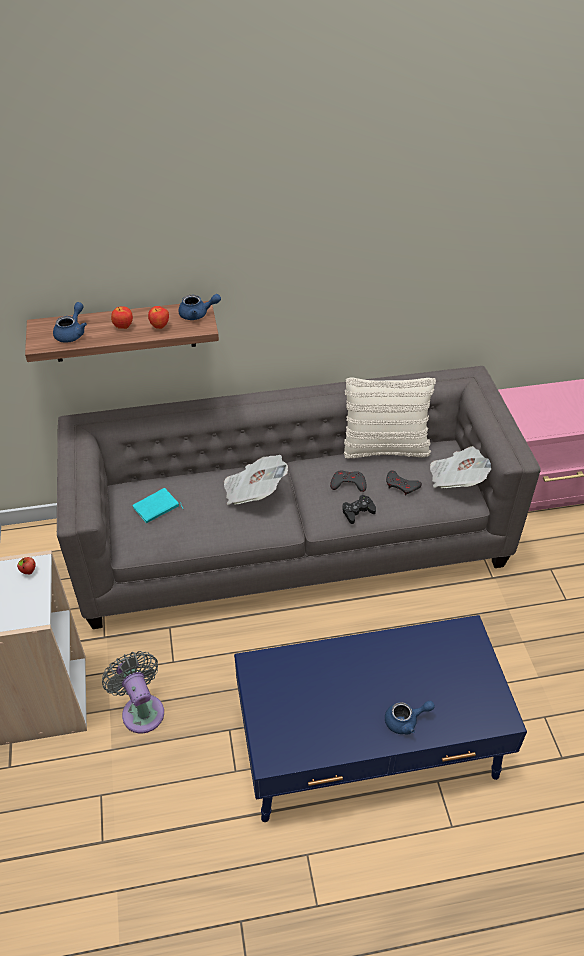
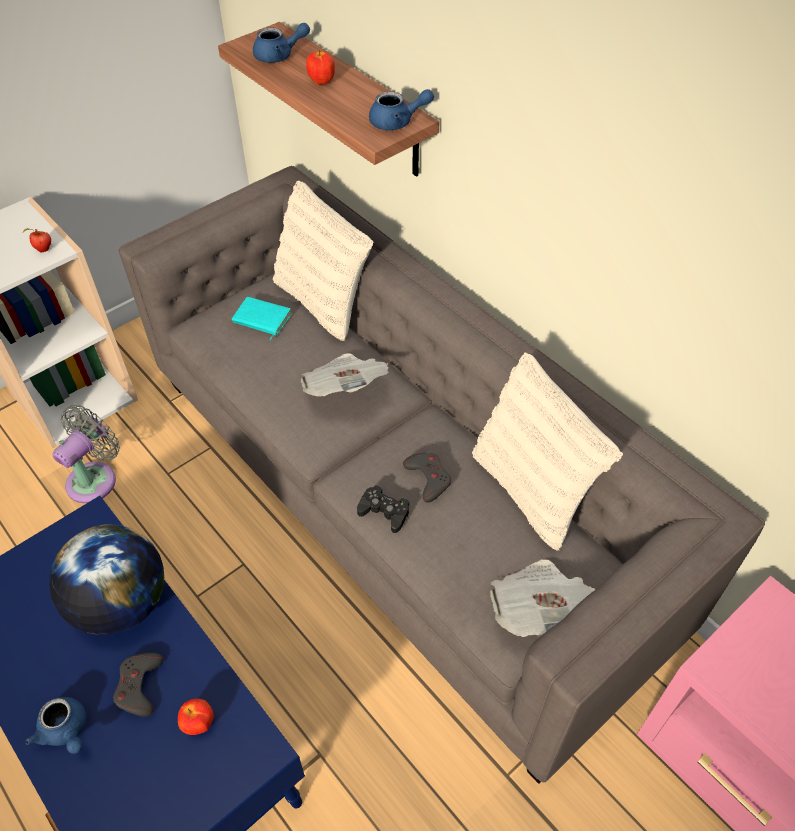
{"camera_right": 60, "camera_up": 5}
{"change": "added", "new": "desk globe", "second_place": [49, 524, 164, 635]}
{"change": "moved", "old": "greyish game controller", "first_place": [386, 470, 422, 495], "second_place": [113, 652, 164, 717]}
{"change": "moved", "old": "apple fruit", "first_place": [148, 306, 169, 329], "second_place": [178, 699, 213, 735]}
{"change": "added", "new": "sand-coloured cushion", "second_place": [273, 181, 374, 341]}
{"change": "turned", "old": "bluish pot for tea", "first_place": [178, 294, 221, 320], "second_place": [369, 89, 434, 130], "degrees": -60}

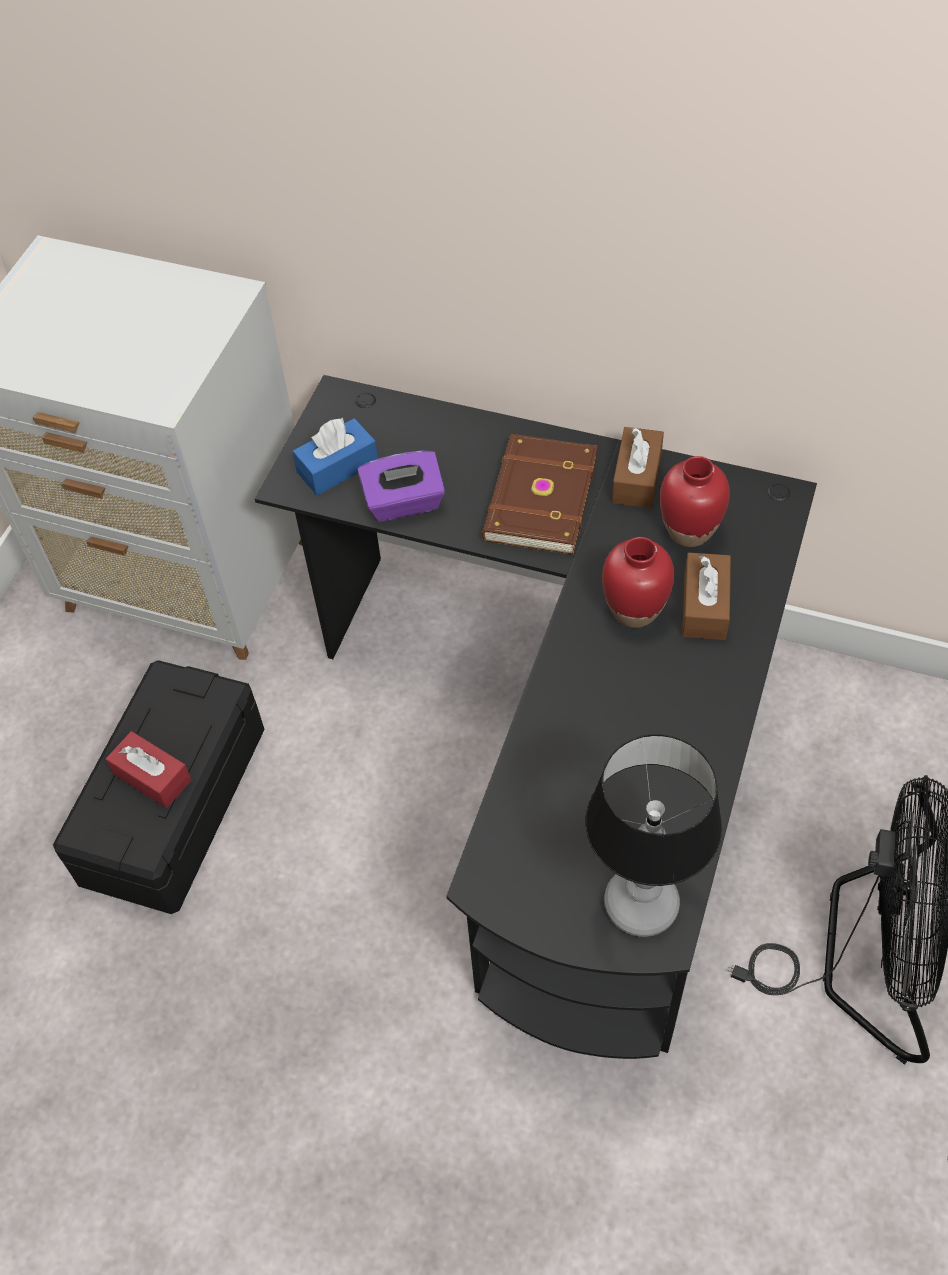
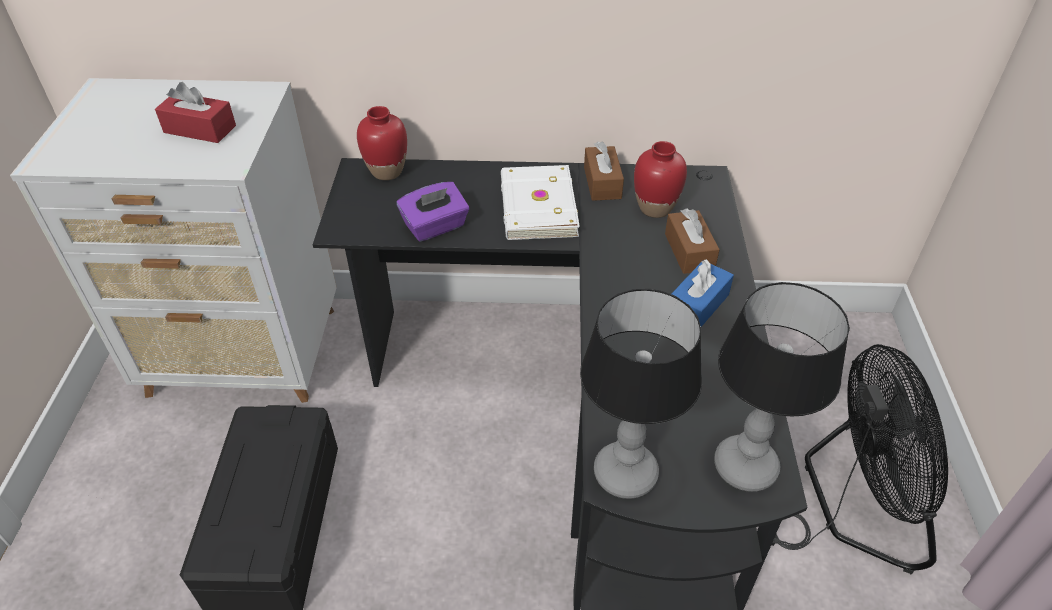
{"camera_right": -20, "camera_up": -10}
{"change": "moved", "old": "reddish box of tissues", "first_place": [106, 731, 192, 808], "second_place": [155, 82, 236, 143]}
{"change": "moved", "old": "reddish vase", "first_place": [602, 537, 674, 628], "second_place": [357, 106, 407, 180]}
{"change": "recoloured", "old": "brown book", "new": "whitish book", "first_place": [482, 434, 597, 555], "second_place": [501, 165, 580, 240]}
{"change": "added", "new": "table lamp", "second_place": [580, 289, 702, 499]}
{"change": "moved", "old": "bluish box of tissues", "first_place": [292, 417, 378, 495], "second_place": [672, 259, 734, 327]}

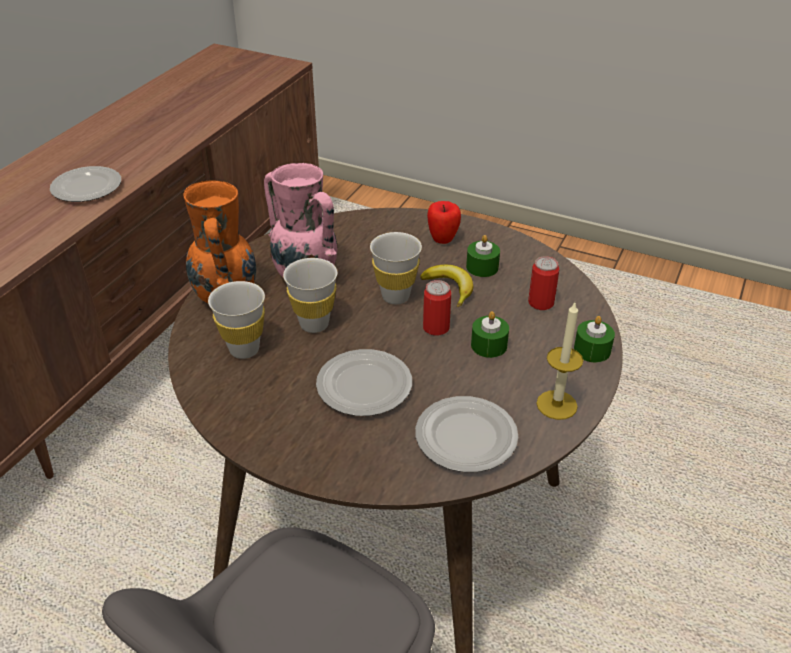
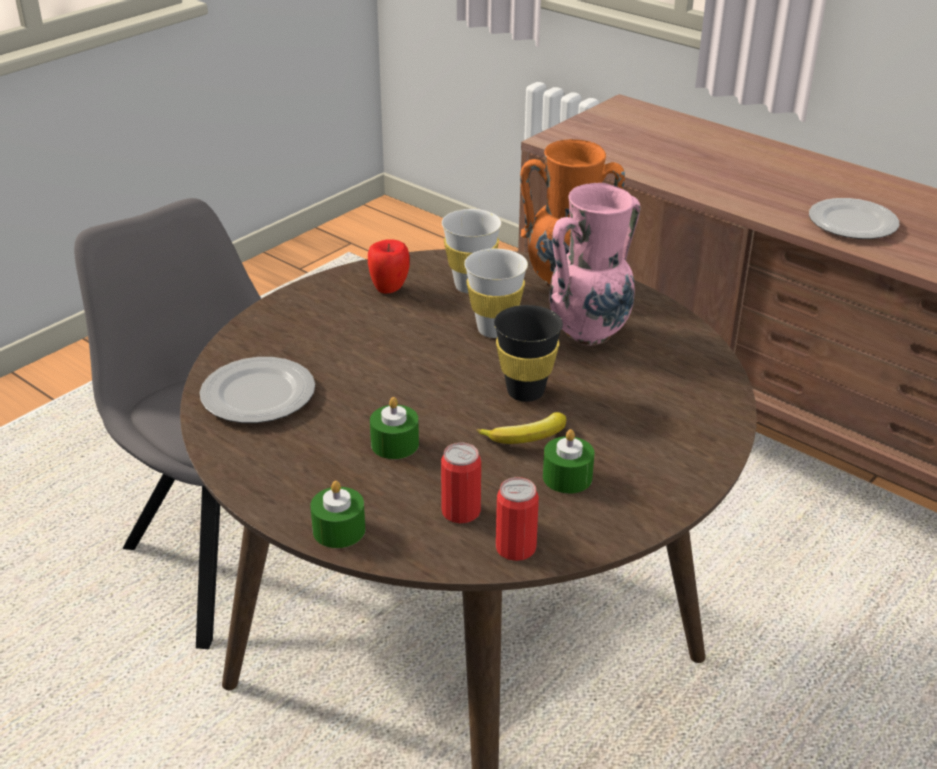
{"camera_right": 105, "camera_up": -5}
{"change": "moved", "old": "apple fruit", "first_place": [427, 201, 461, 244], "second_place": [368, 239, 410, 294]}
{"change": "recoloured", "old": "whitish small cup", "new": "black-coloured small cup", "first_place": [370, 232, 422, 304], "second_place": [494, 305, 563, 402]}
{"change": "moved", "old": "sealed can", "first_place": [423, 280, 451, 336], "second_place": [496, 477, 539, 561]}
{"change": "removed", "old": "dinner plate", "first_place": [316, 349, 412, 416]}
{"change": "removed", "old": "wax light", "first_place": [536, 303, 583, 420]}

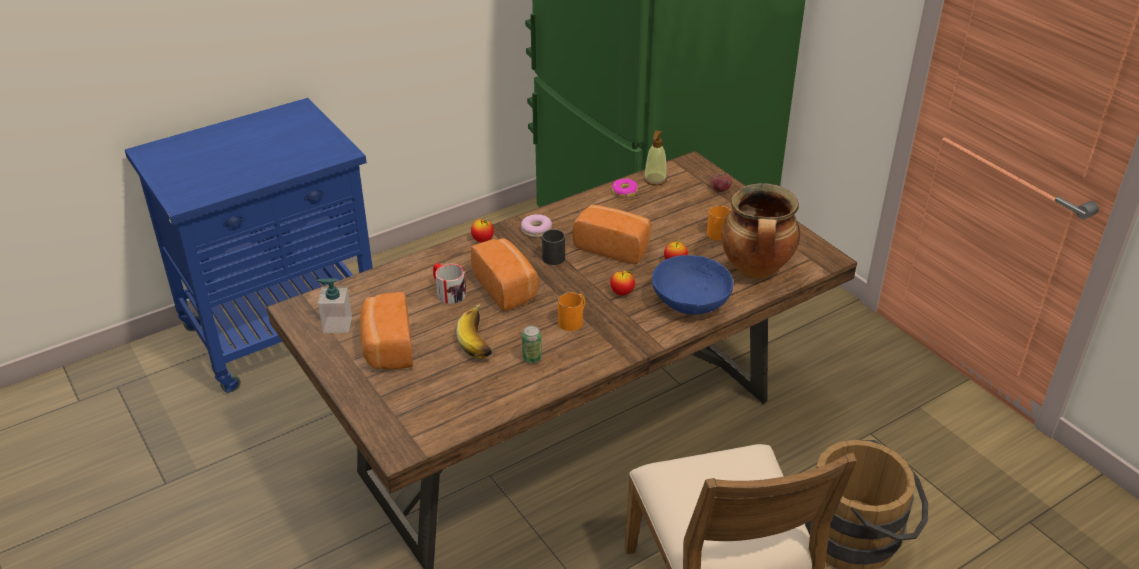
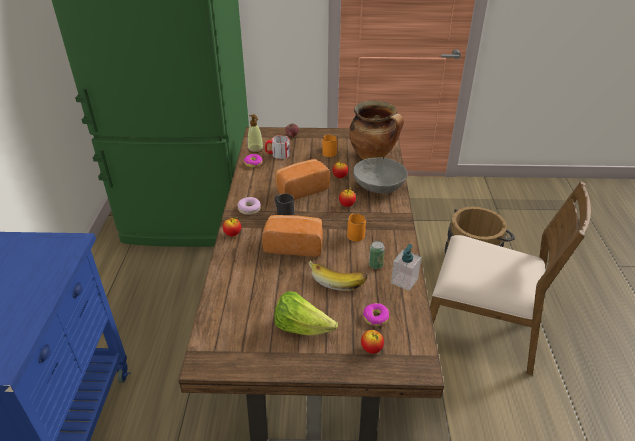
{"camera_right": -55, "camera_up": 0}
{"change": "moved", "old": "coffee mug", "first_place": [433, 263, 466, 304], "second_place": [265, 135, 290, 159]}
{"change": "replaced", "old": "bread", "new": "head of lettuce", "first_place": [360, 292, 413, 370], "second_place": [274, 291, 338, 335]}
{"change": "recoloured", "old": "bluish bowl", "new": "greyish bowl", "first_place": [652, 255, 733, 315], "second_place": [353, 157, 407, 193]}
{"change": "added", "new": "apple fruit", "second_place": [361, 330, 384, 354]}
{"change": "added", "new": "donut", "second_place": [363, 303, 389, 326]}
{"change": "moved", "old": "soap bottle", "first_place": [316, 278, 352, 333], "second_place": [391, 244, 421, 291]}

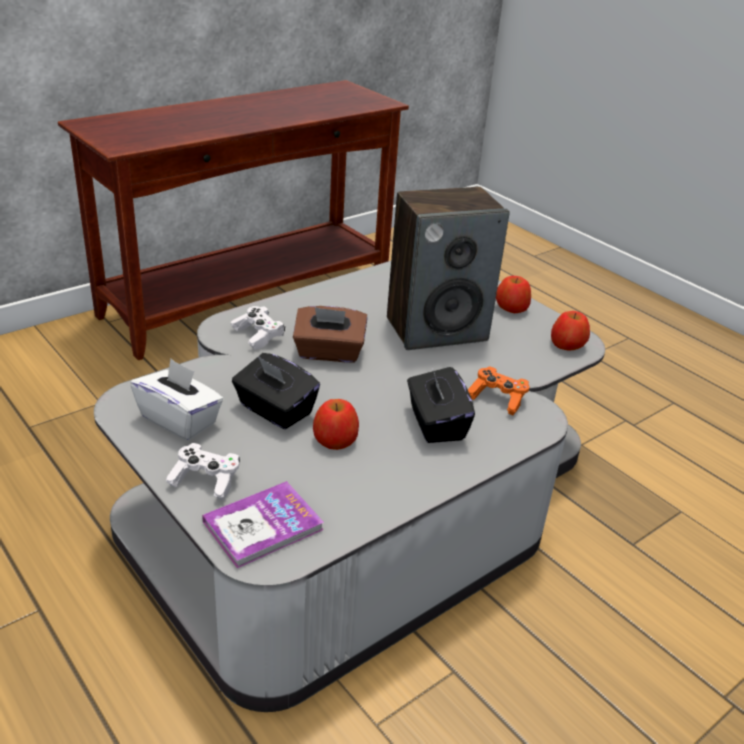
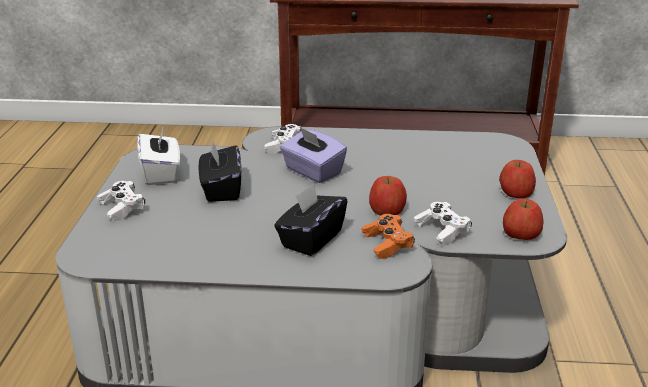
{"camera_right": 45, "camera_up": -5}
{"change": "recoloured", "old": "brown box of tissues", "new": "purple-coloured box of tissues", "first_place": [293, 306, 367, 363], "second_place": [280, 126, 347, 183]}
{"change": "moved", "old": "apple fruit", "first_place": [313, 399, 359, 450], "second_place": [369, 176, 407, 215]}
{"change": "added", "new": "whitish game controller", "second_place": [414, 202, 472, 246]}
{"change": "removed", "old": "book", "first_place": [202, 481, 324, 568]}
{"change": "removed", "old": "speaker", "first_place": [387, 187, 510, 350]}

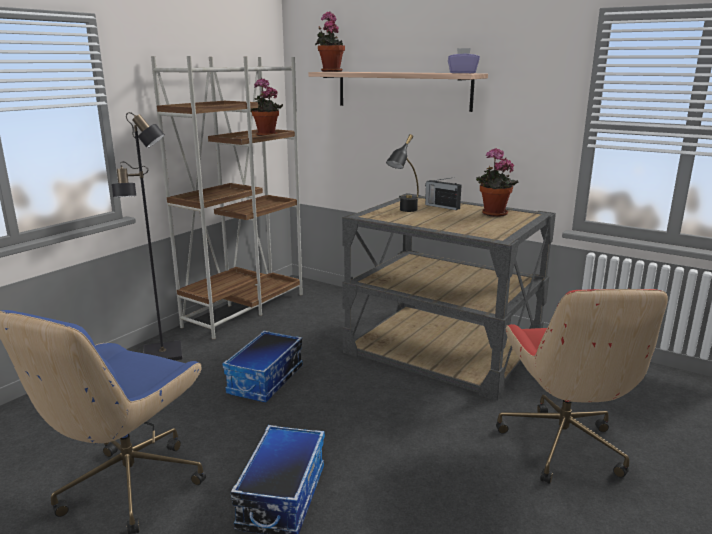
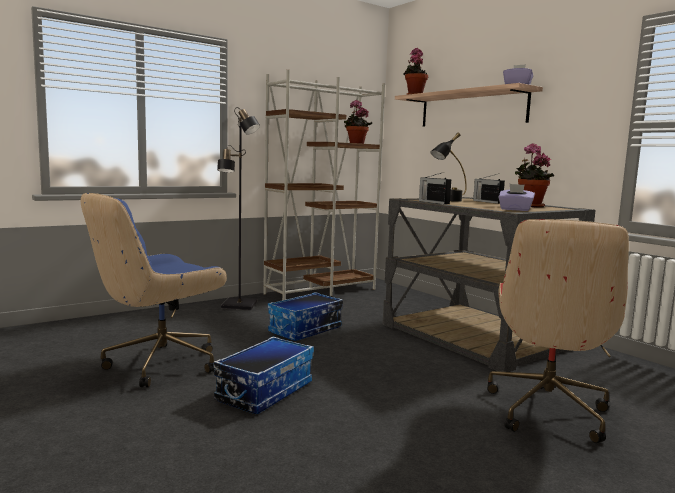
{"camera_right": 20, "camera_up": -10}
{"change": "added", "new": "radio", "second_place": [419, 173, 451, 204]}
{"change": "added", "new": "purple-coloured box of tissues", "second_place": [499, 184, 535, 211]}

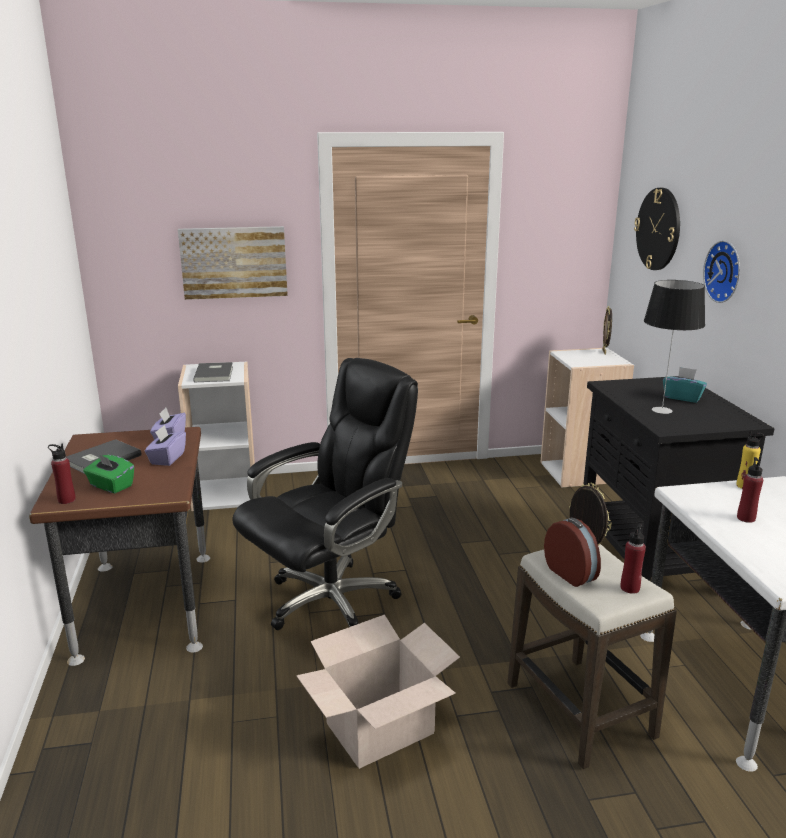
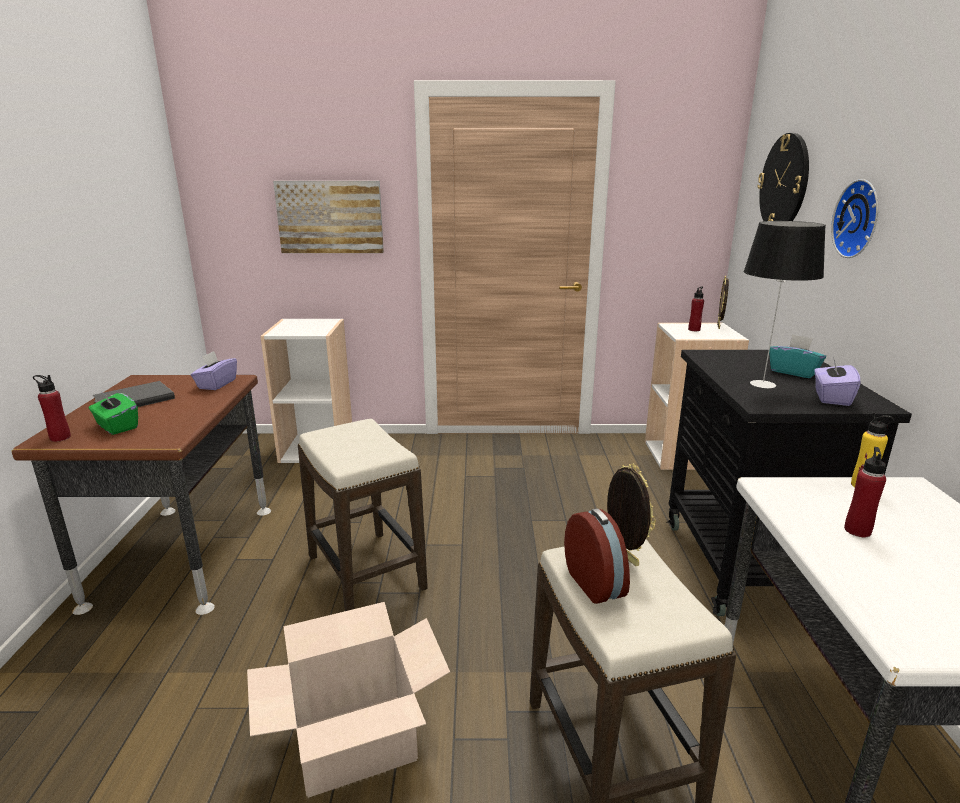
{"camera_right": 10, "camera_up": 0}
{"change": "replaced", "old": "black-coloured computer chair", "new": "sitting stool", "first_place": [232, 358, 418, 630], "second_place": [298, 419, 428, 611]}
{"change": "moved", "old": "reddish bottle", "first_place": [621, 523, 646, 594], "second_place": [688, 286, 704, 331]}
{"change": "moved", "old": "purple-coloured box of tissues", "first_place": [145, 425, 186, 466], "second_place": [815, 357, 861, 406]}
{"change": "removed", "old": "greyish book", "first_place": [193, 362, 233, 382]}

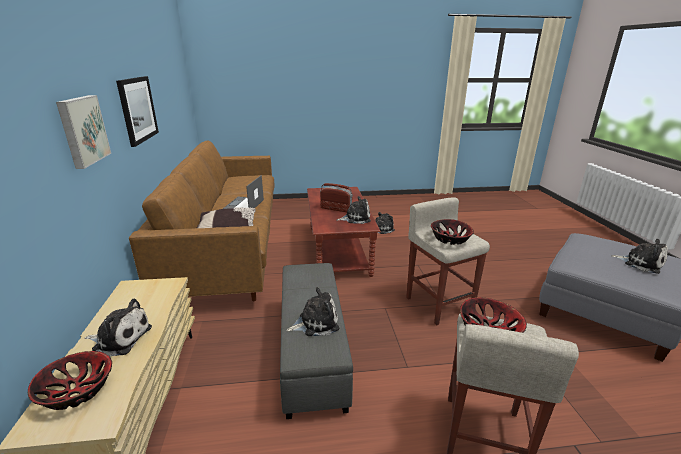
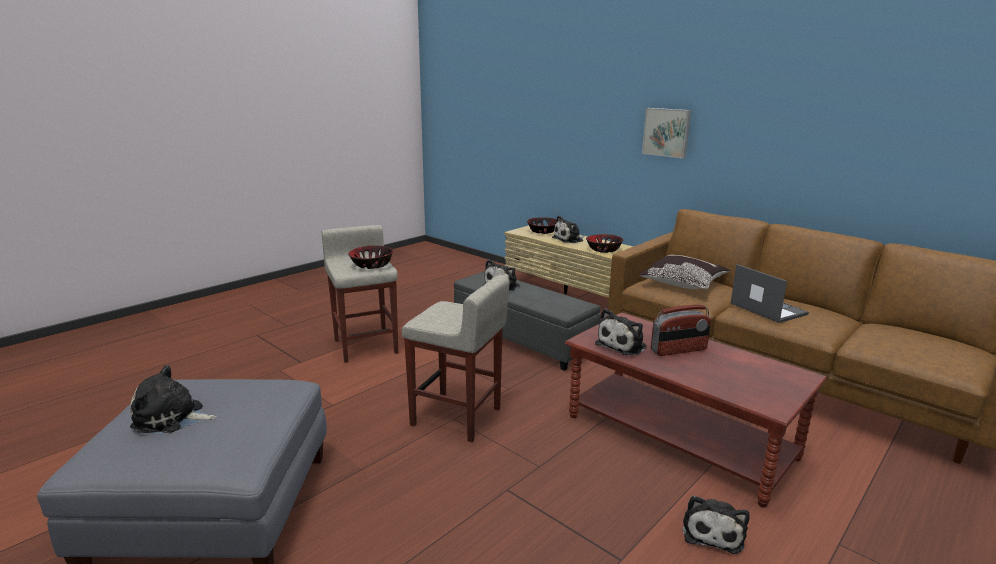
{"camera_right": 140, "camera_up": -5}
{"change": "moved", "old": "bowl", "first_place": [431, 219, 474, 245], "second_place": [586, 234, 623, 253]}
{"change": "removed", "old": "picture", "first_place": [116, 76, 159, 147]}

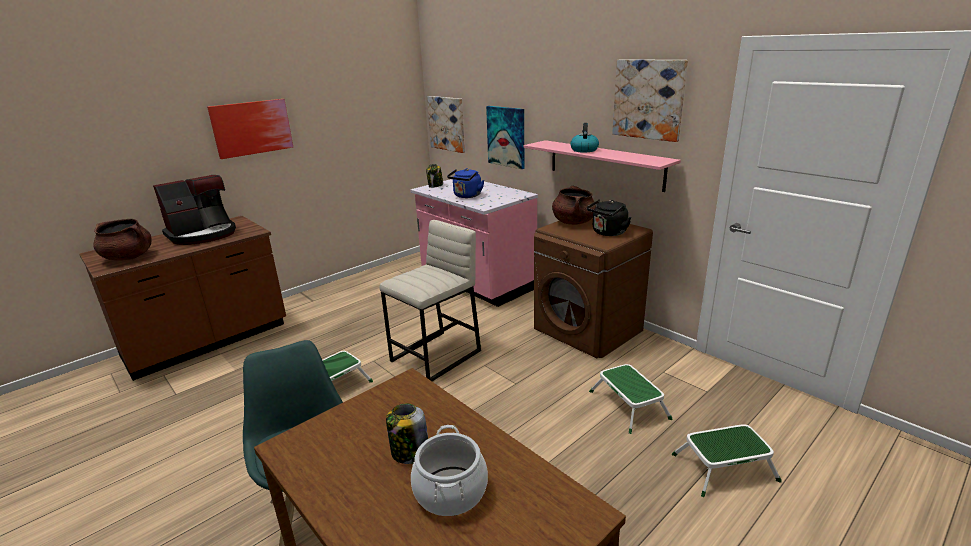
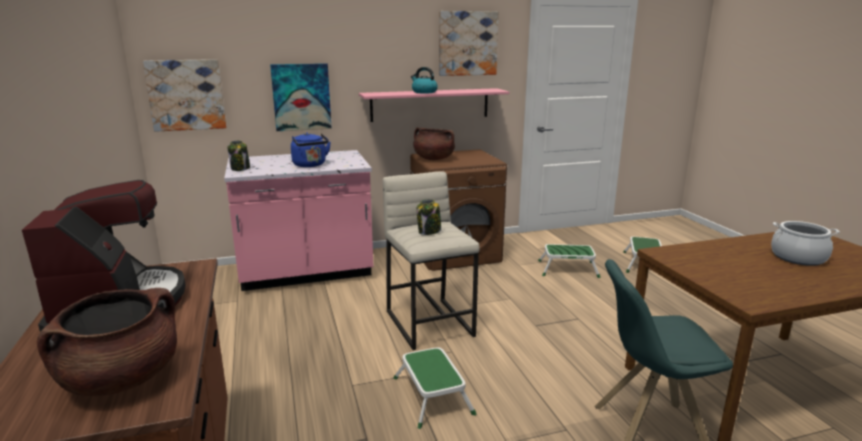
{"camera_right": -65, "camera_up": -5}
{"change": "moved", "old": "jar", "first_place": [386, 404, 428, 464], "second_place": [417, 199, 441, 235]}
{"change": "removed", "old": "picture", "first_place": [207, 99, 293, 159]}
{"change": "removed", "old": "black-coloured kettle", "first_place": [587, 199, 632, 236]}

